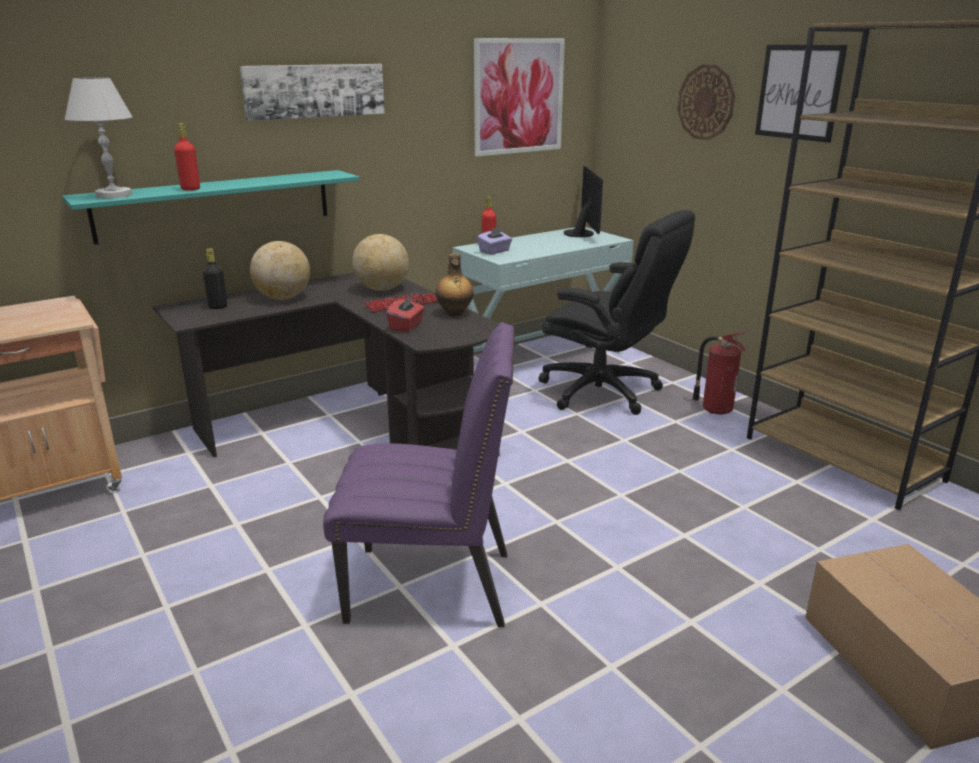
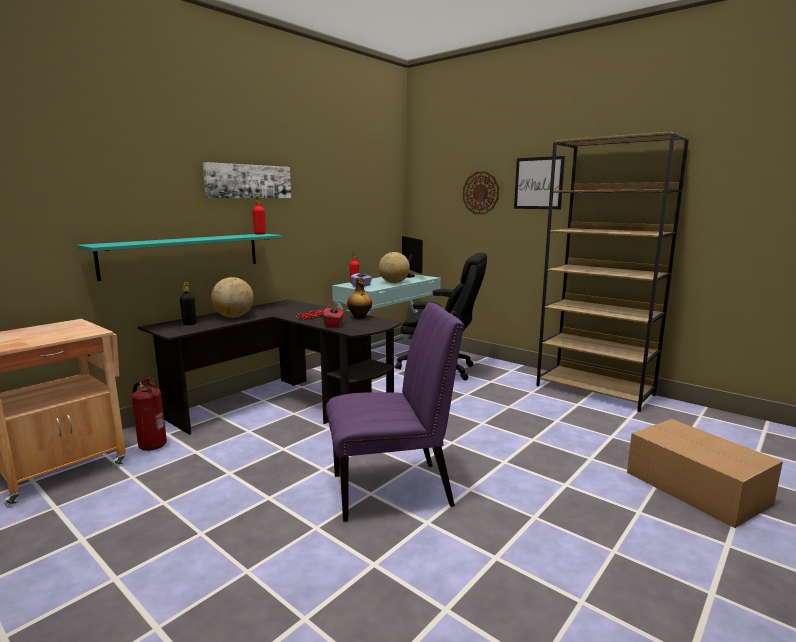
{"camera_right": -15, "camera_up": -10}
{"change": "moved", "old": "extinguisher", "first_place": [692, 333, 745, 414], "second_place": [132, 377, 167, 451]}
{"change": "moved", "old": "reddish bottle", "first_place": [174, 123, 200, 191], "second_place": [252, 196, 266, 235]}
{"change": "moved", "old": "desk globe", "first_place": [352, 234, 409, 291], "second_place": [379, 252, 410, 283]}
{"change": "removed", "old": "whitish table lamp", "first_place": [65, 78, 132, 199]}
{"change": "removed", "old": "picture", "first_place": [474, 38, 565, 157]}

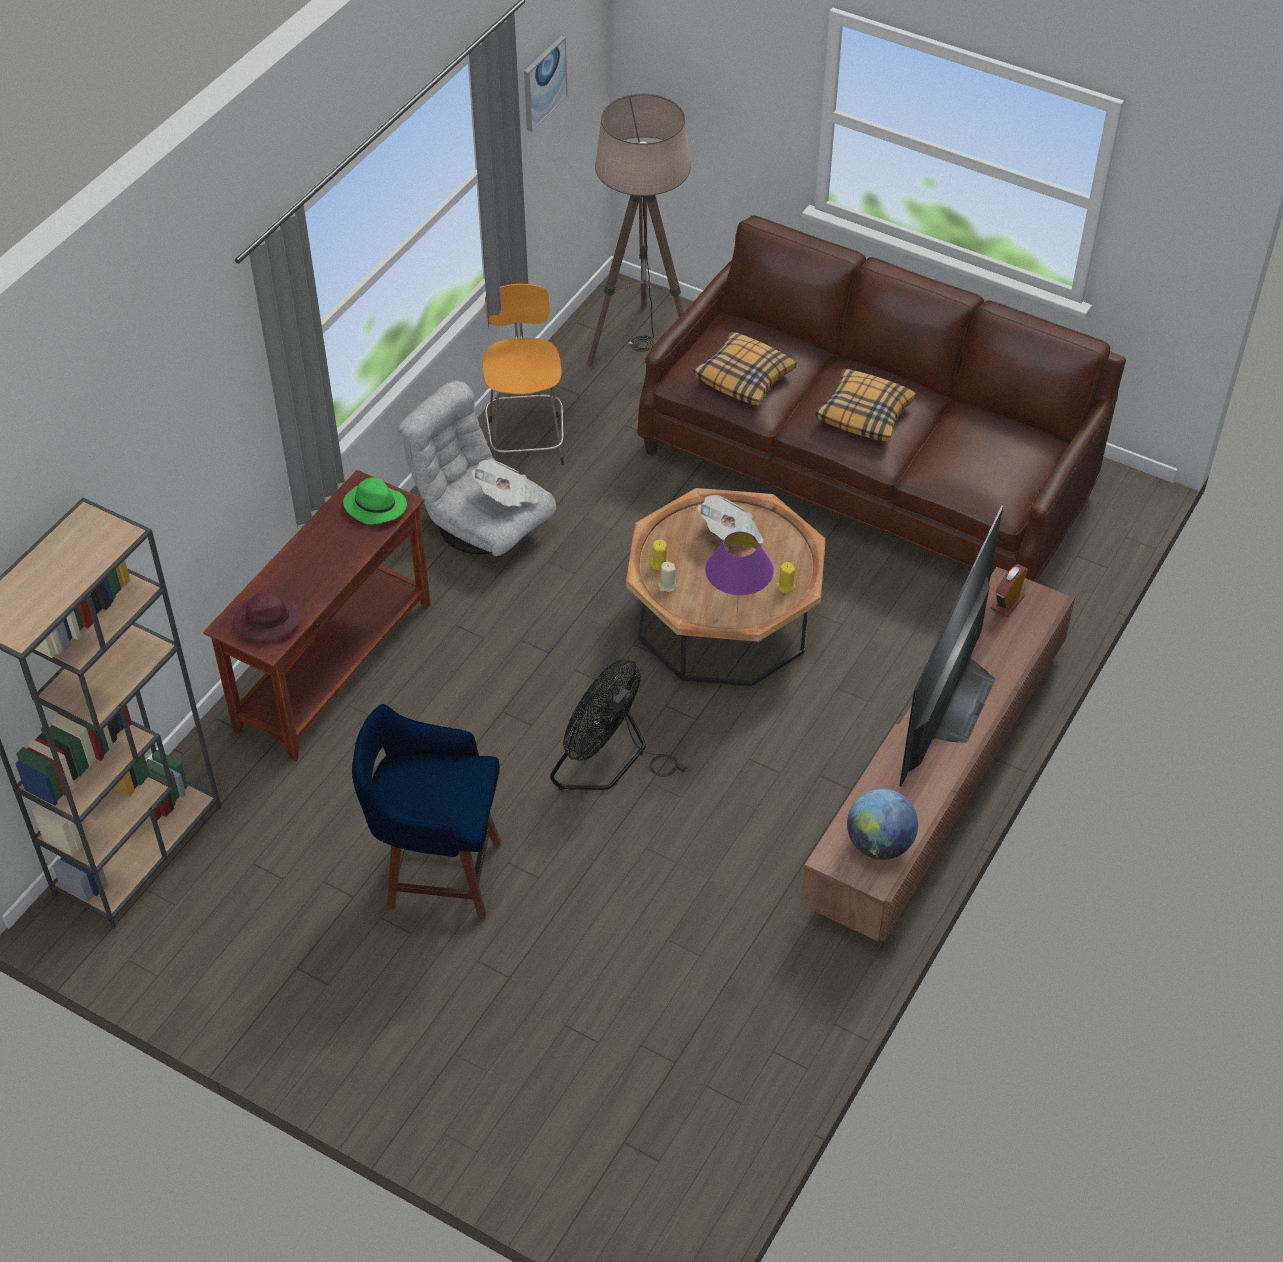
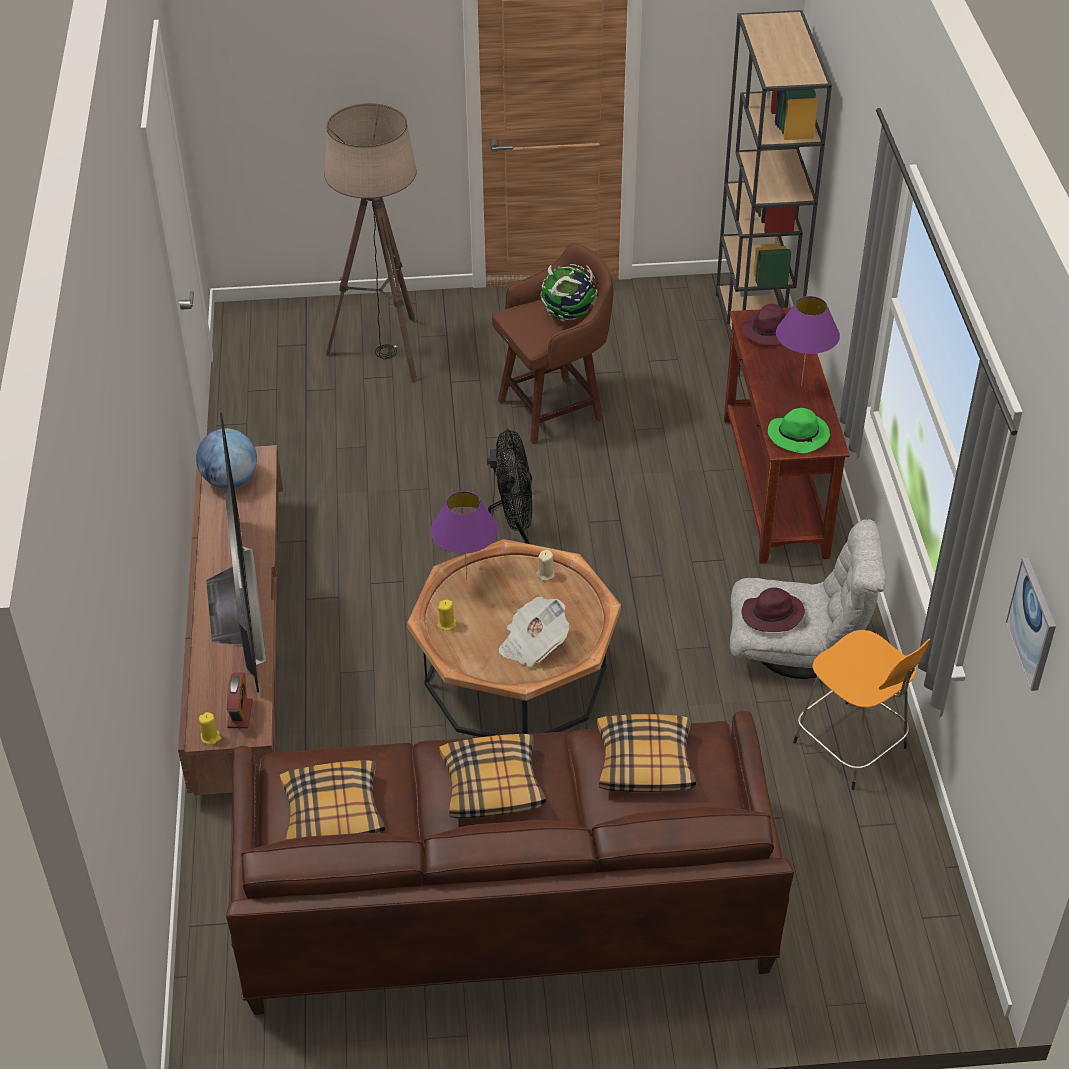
{"camera_right": 145, "camera_up": -5}
{"change": "moved", "old": "yellow wax light", "first_place": [650, 540, 668, 570], "second_place": [199, 712, 221, 745]}
{"change": "added", "new": "cushion", "second_place": [280, 760, 385, 840]}
{"change": "moved", "old": "standard lamp", "first_place": [587, 94, 691, 366], "second_place": [325, 103, 417, 383]}
{"change": "recoloured", "old": "bluish sitting stool", "new": "brown sitting stool", "first_place": [352, 704, 501, 919], "second_place": [492, 243, 614, 444]}
{"change": "added", "new": "desk globe", "second_place": [541, 264, 598, 322]}
{"change": "replaced", "old": "printed paper", "new": "purple-coloured wearable hat", "first_place": [472, 459, 539, 507], "second_place": [742, 587, 805, 632]}
{"change": "added", "new": "purple-coloured table lamp", "second_place": [776, 296, 840, 386]}

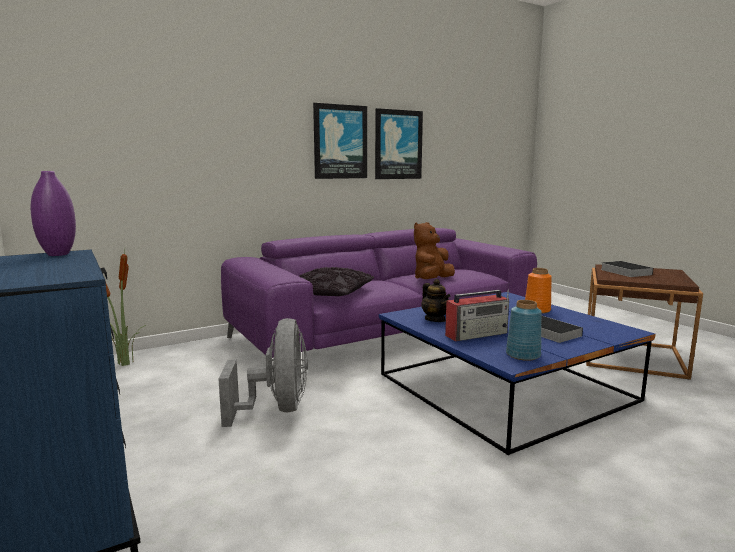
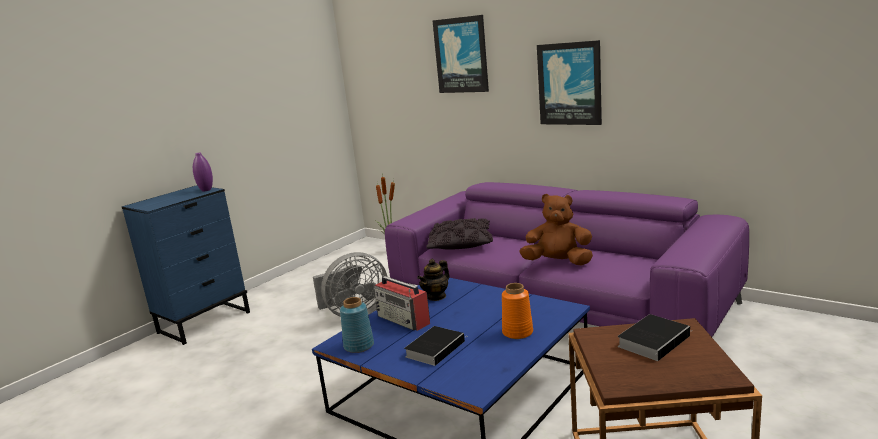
{"camera_right": 70, "camera_up": 5}
{"change": "moved", "old": "picture", "first_place": [375, 108, 423, 179], "second_place": [433, 15, 489, 93]}

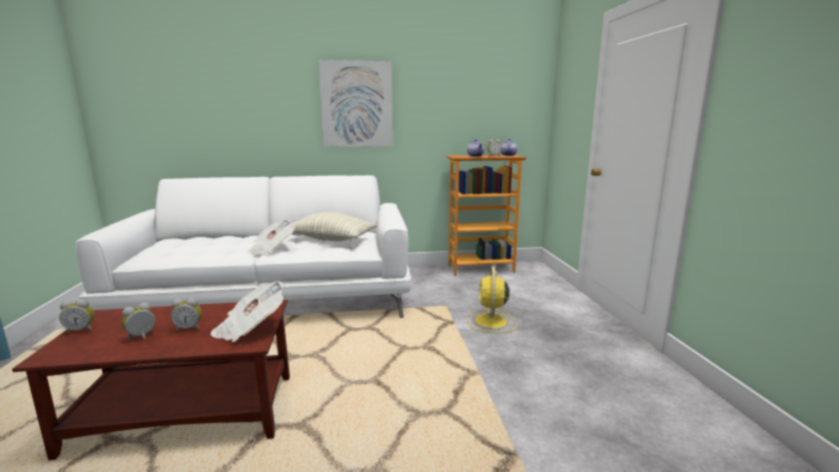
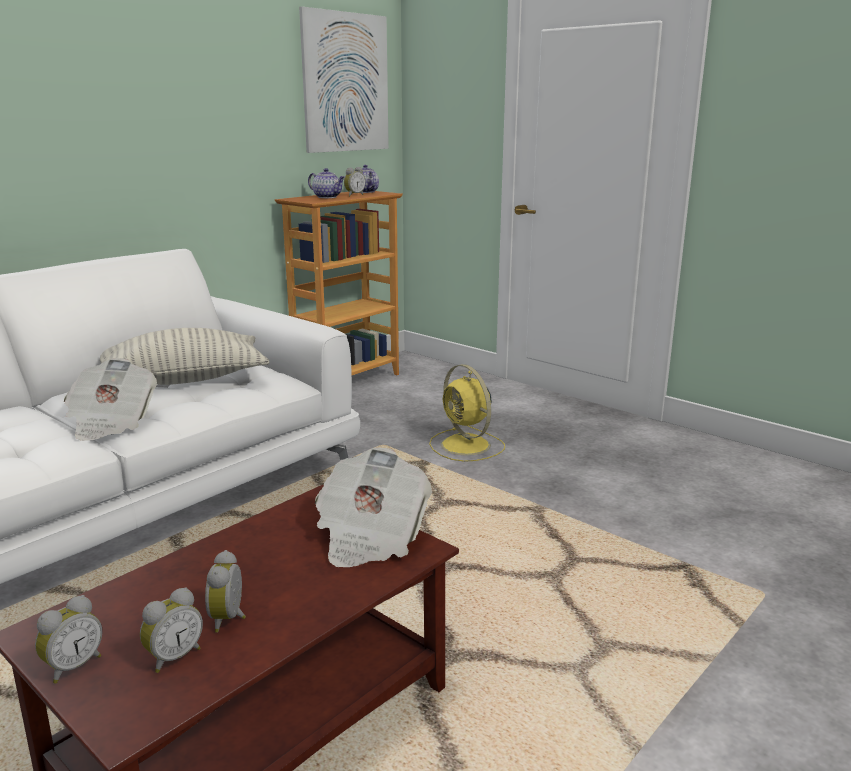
{"camera_right": -40, "camera_up": 5}
{"change": "moved", "old": "table clock", "first_place": [171, 298, 202, 331], "second_place": [140, 587, 203, 673]}
{"change": "moved", "old": "picture", "first_place": [319, 60, 393, 147], "second_place": [299, 6, 389, 153]}

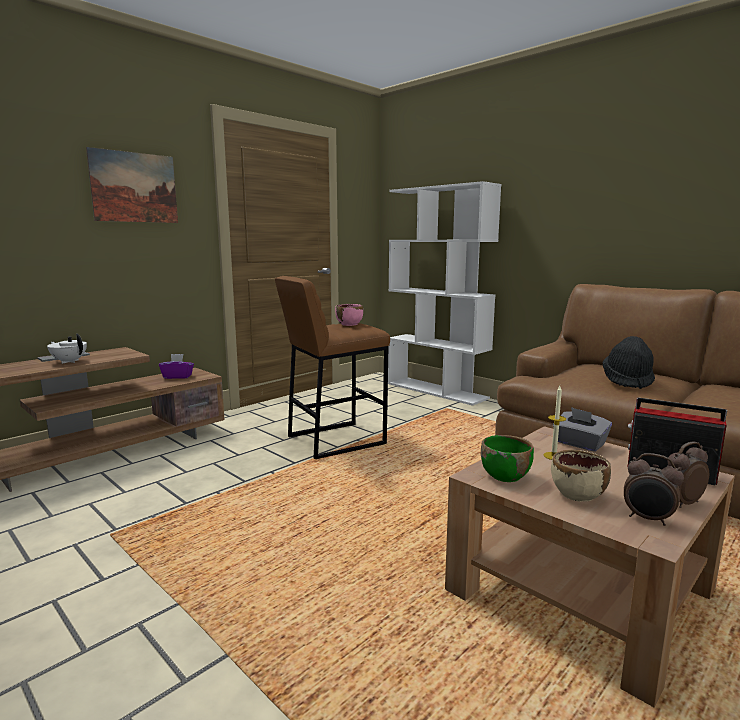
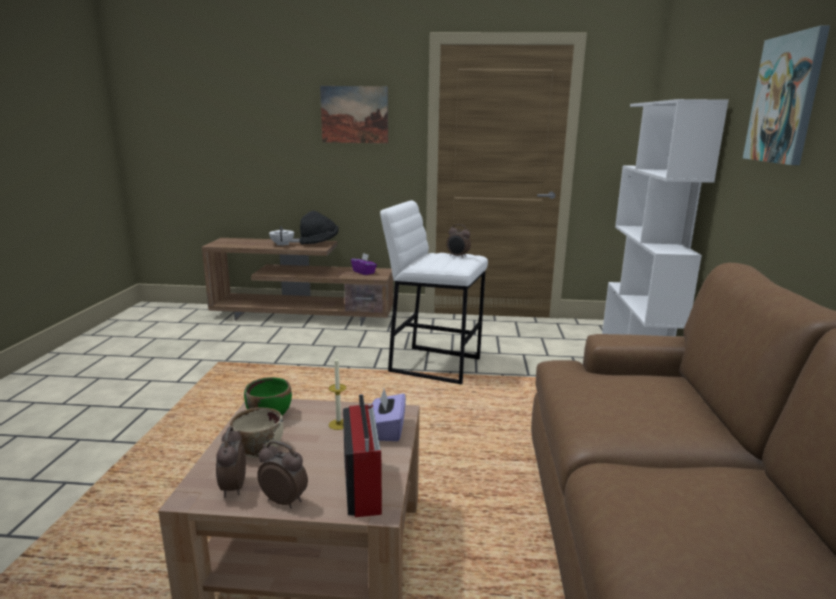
{"camera_right": 50, "camera_up": 5}
{"change": "moved", "old": "black-coloured wearable hat", "first_place": [603, 336, 655, 389], "second_place": [299, 211, 339, 245]}
{"change": "recoloured", "old": "greyish box of tissues", "new": "purple-coloured box of tissues", "first_place": [553, 407, 612, 452], "second_place": [372, 389, 406, 441]}
{"change": "recoloured", "old": "brown sitting stool", "new": "whitish sitting stool", "first_place": [275, 276, 390, 459], "second_place": [380, 200, 488, 385]}
{"change": "replaced", "old": "pink-coloured bowl", "new": "table clock", "first_place": [335, 304, 363, 326], "second_place": [447, 224, 471, 258]}
{"change": "added", "new": "picture", "second_place": [743, 26, 830, 165]}

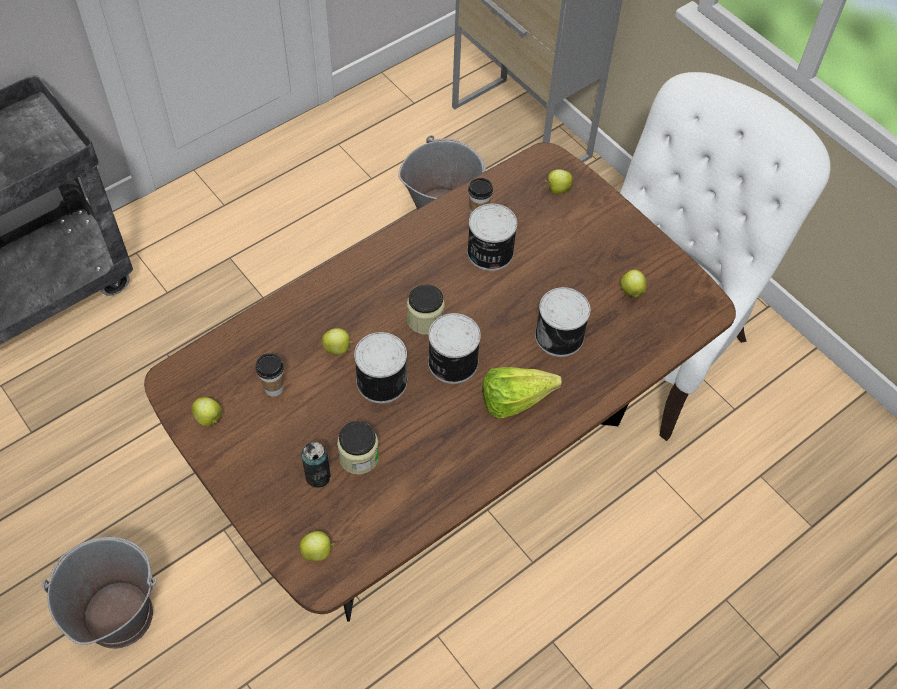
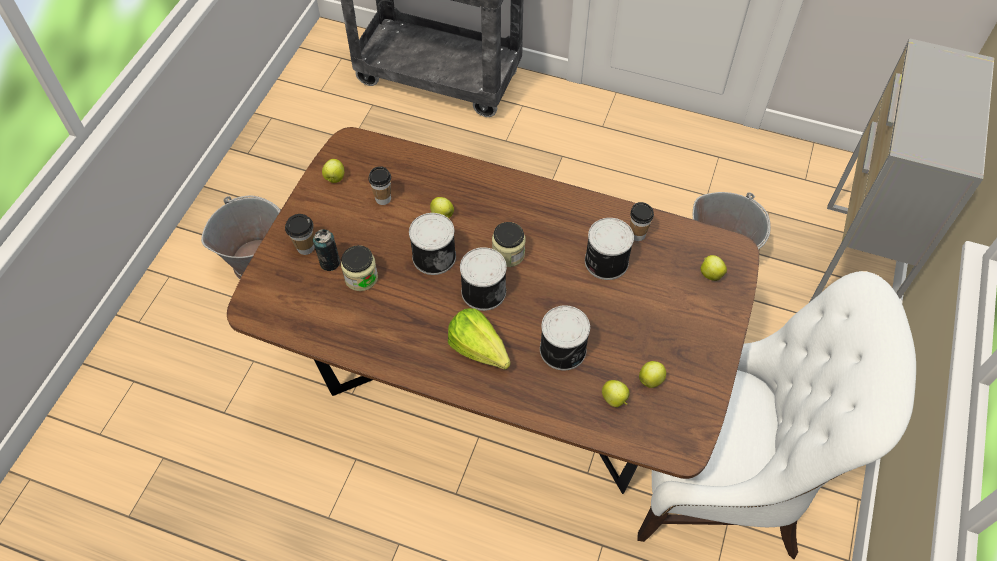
{"camera_right": 60, "camera_up": 0}
{"change": "added", "new": "small cup", "second_place": [285, 214, 315, 255]}
{"change": "moved", "old": "apple fruit", "first_place": [299, 531, 334, 561], "second_place": [602, 380, 630, 407]}

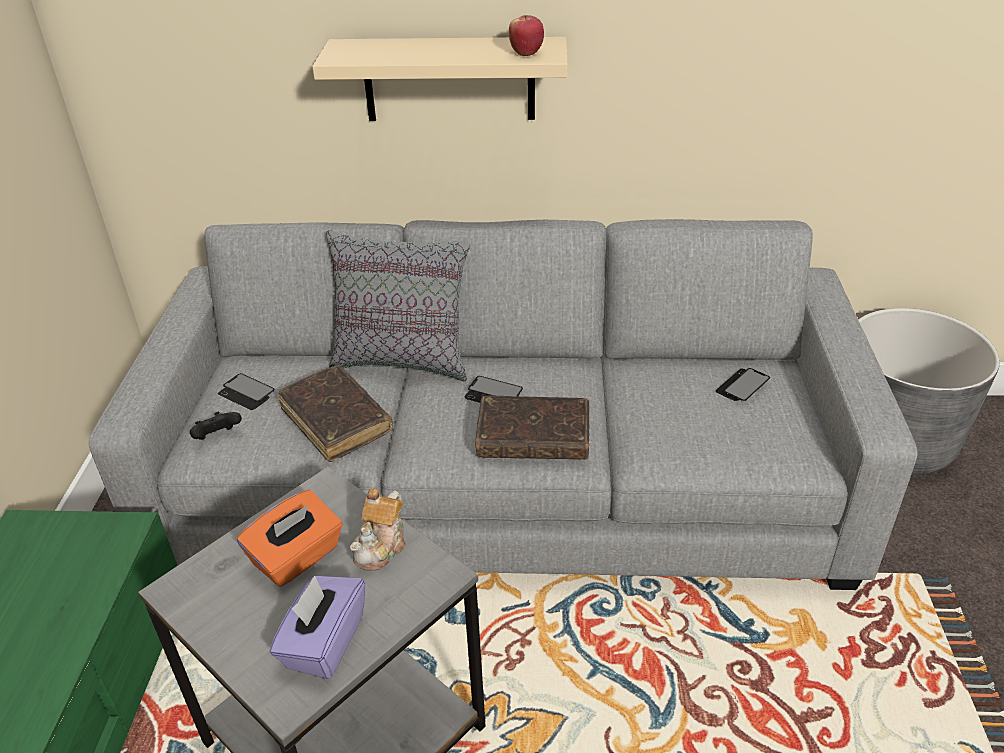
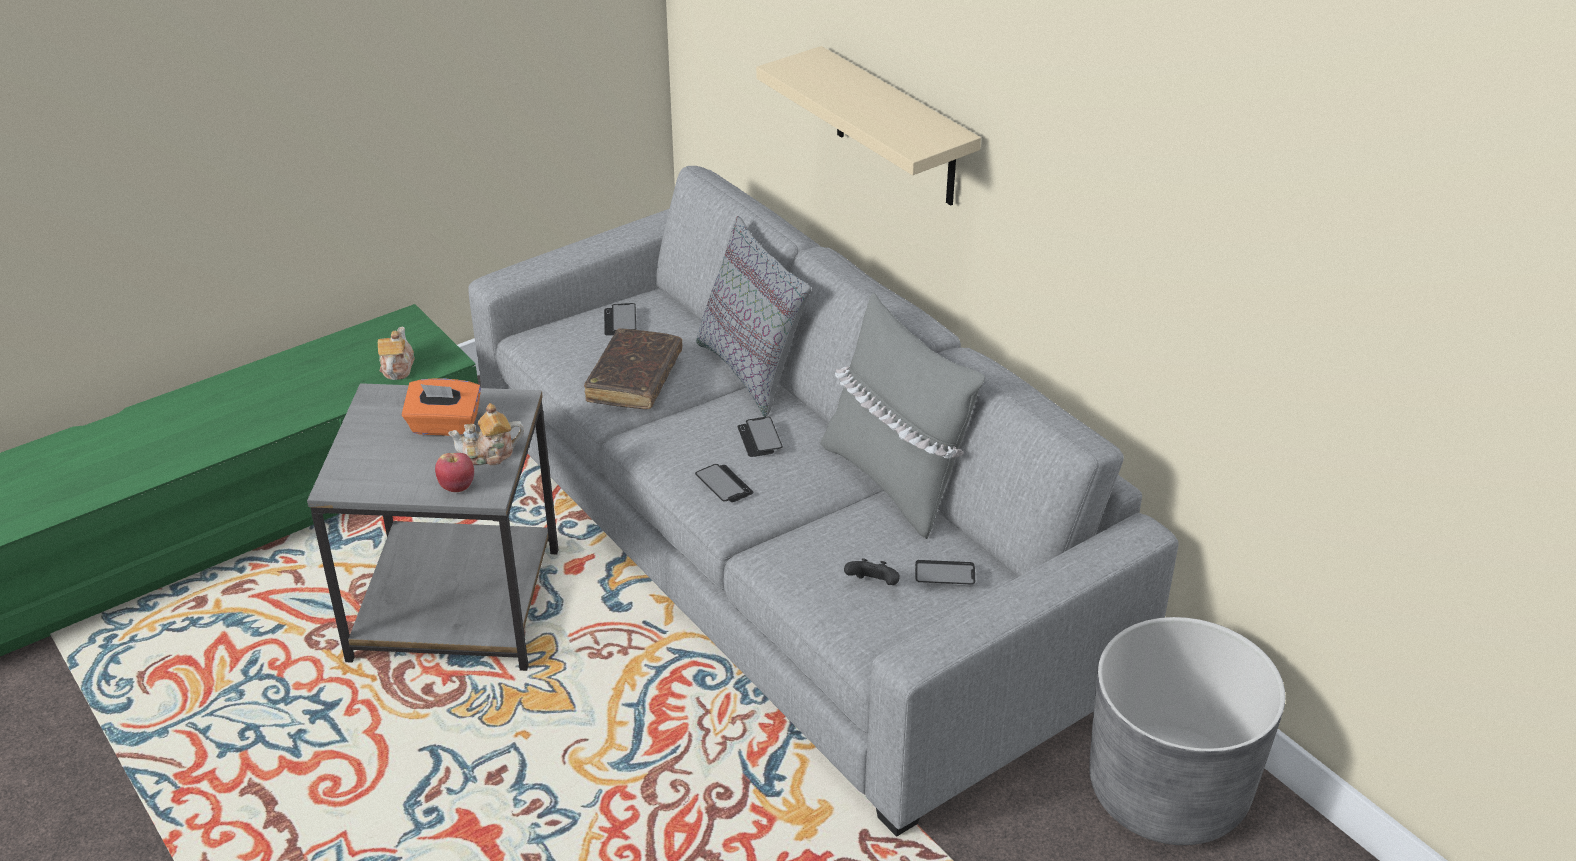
{"camera_right": 50, "camera_up": 0}
{"change": "added", "new": "pot for tea", "second_place": [378, 326, 415, 380]}
{"change": "moved", "old": "apple fruit", "first_place": [509, 15, 544, 56], "second_place": [435, 453, 474, 492]}
{"change": "replaced", "old": "brown book", "new": "handset", "first_place": [475, 395, 590, 460], "second_place": [695, 464, 754, 502]}
{"change": "added", "new": "greyish cushion", "second_place": [820, 293, 985, 539]}
{"change": "moved", "old": "black-coloured game controller", "first_place": [190, 412, 242, 440], "second_place": [844, 558, 900, 585]}
{"change": "removed", "old": "purple-coloured box of tissues", "first_place": [270, 575, 365, 679]}

